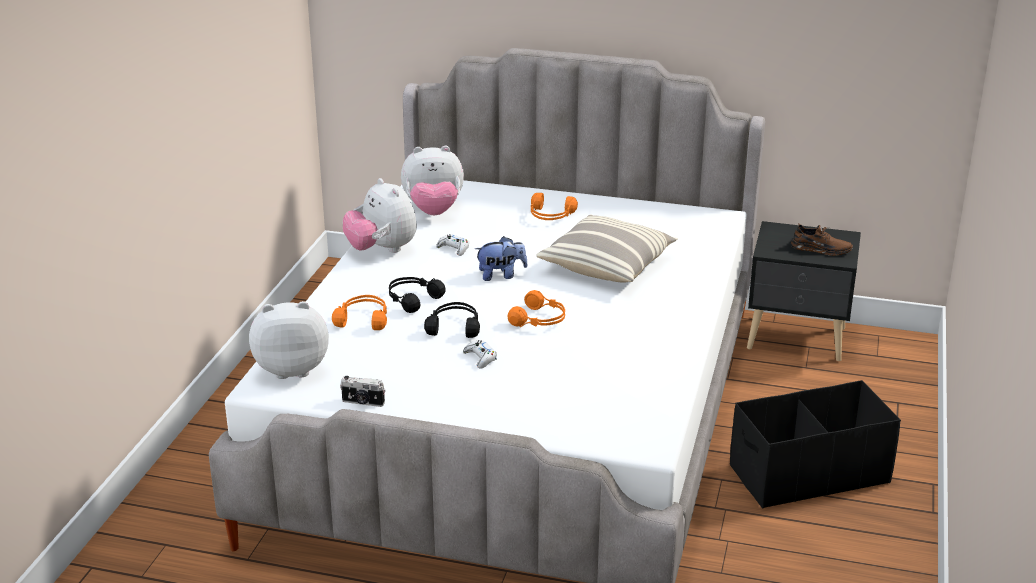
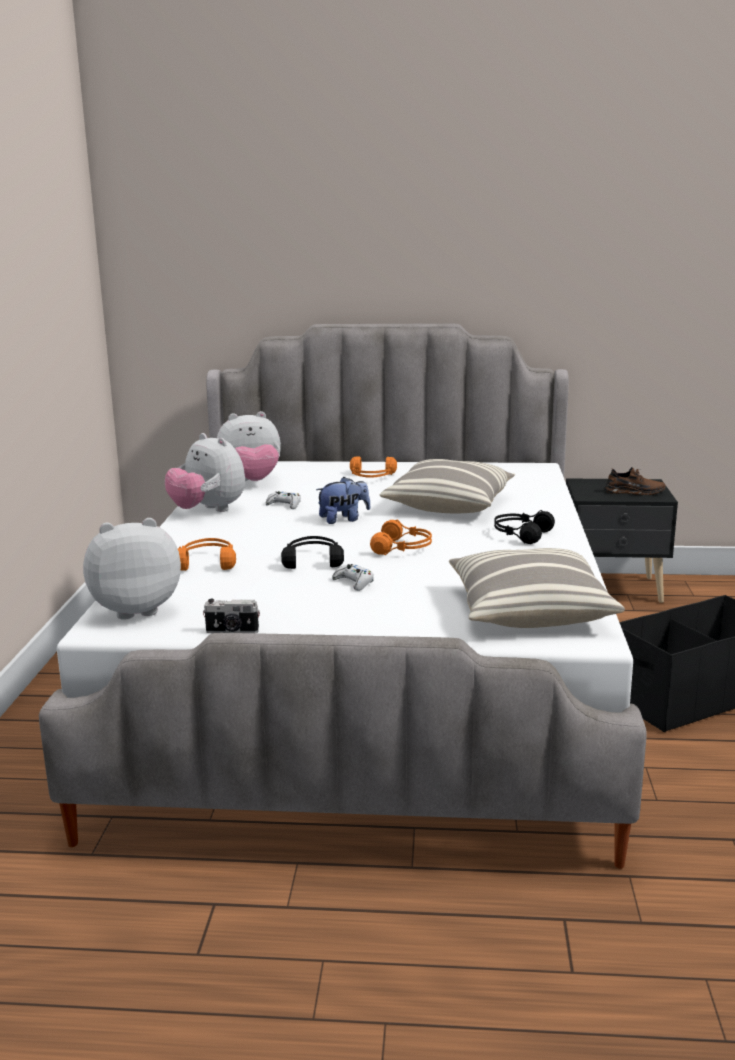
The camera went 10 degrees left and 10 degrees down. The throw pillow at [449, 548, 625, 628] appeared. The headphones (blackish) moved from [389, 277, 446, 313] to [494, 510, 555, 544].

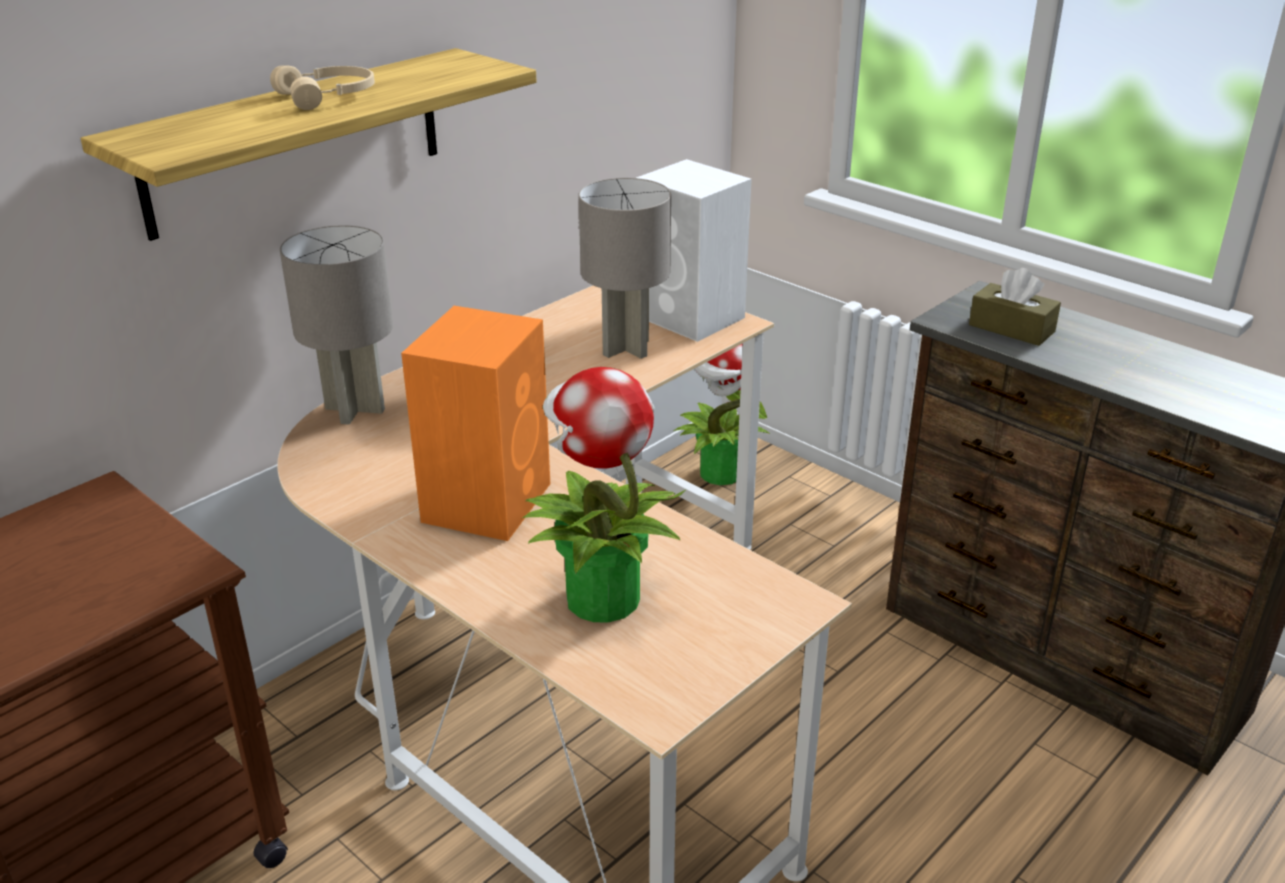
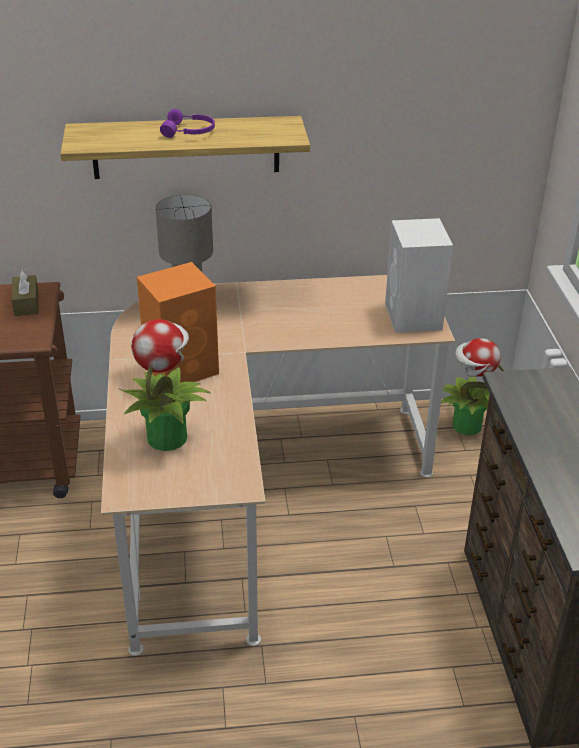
The camera went 40 degrees right and 5 degrees up. The table lamp (gray) at [579, 178, 671, 359] disappeared. The tissue box (brownish) moved from [969, 268, 1061, 346] to [11, 270, 39, 316]. The headphones (sand-coloured) at [270, 65, 375, 110] became the headphones (purplish) at [160, 109, 215, 138].

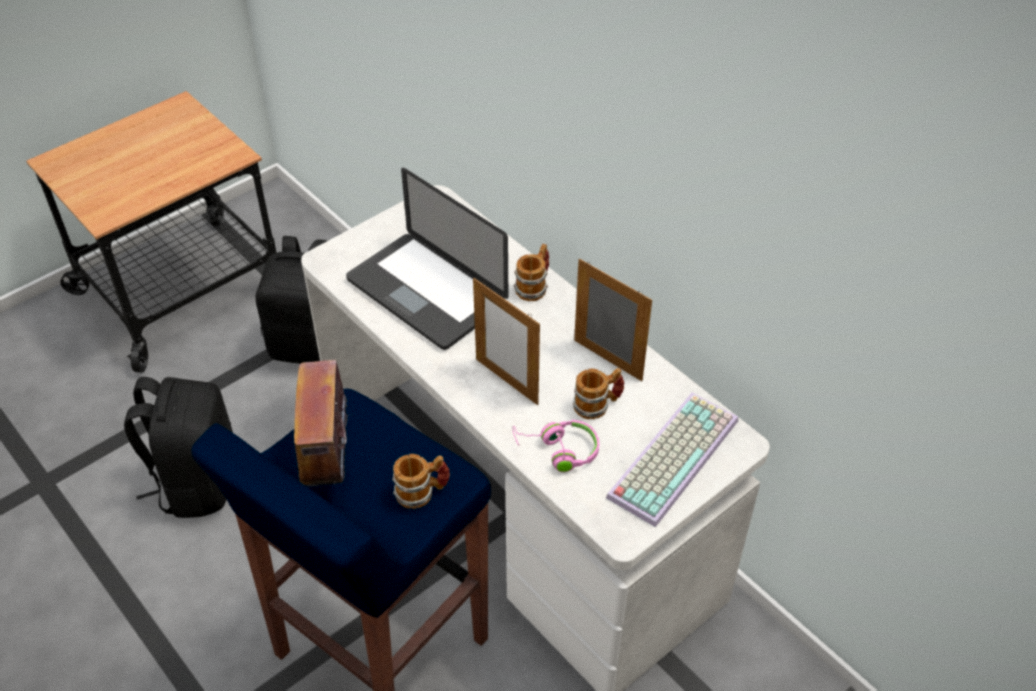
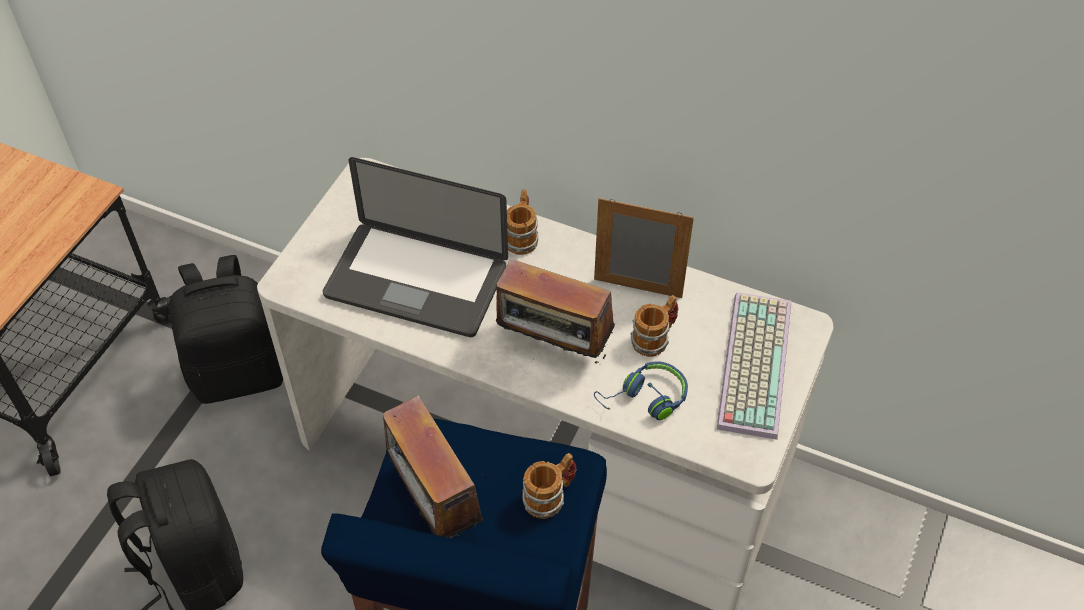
The camera went 25 degrees left and 5 degrees up. The picture frame at [473, 278, 540, 405] was replaced by the radio set at [496, 259, 615, 364]. The headphones (pink-coloured) at [513, 420, 599, 472] became the headphones (blue-coloured) at [594, 362, 688, 420].

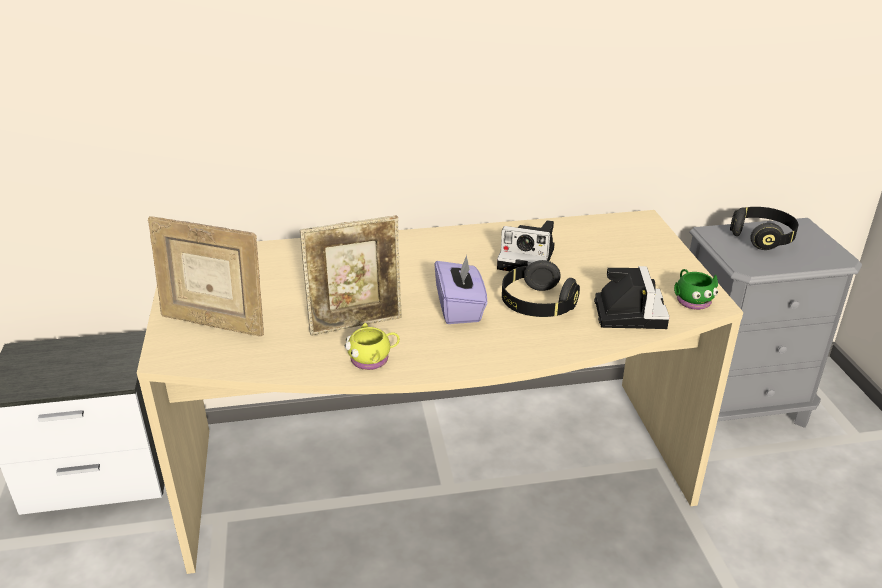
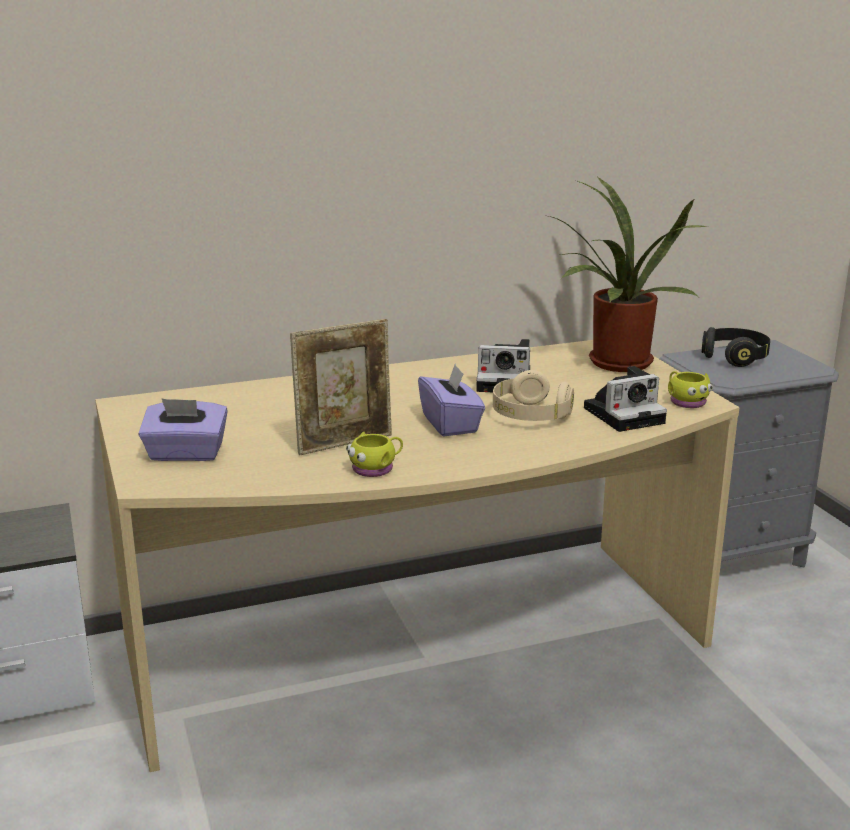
The camera went 10 degrees left and 10 degrees down. The potted plant at [549, 176, 708, 372] appeared. The picture frame at [148, 216, 264, 337] was replaced by the tissue box (purplish) at [139, 398, 228, 461]. The headphones (blackish) at [502, 260, 580, 317] became the headphones (sand-coloured) at [493, 370, 574, 421]. The tea mug (greenish) at [674, 269, 719, 310] became the tea mug (yellowish) at [668, 371, 713, 408]. The photo camera at [594, 266, 669, 329] turned 75 degrees clockwise.

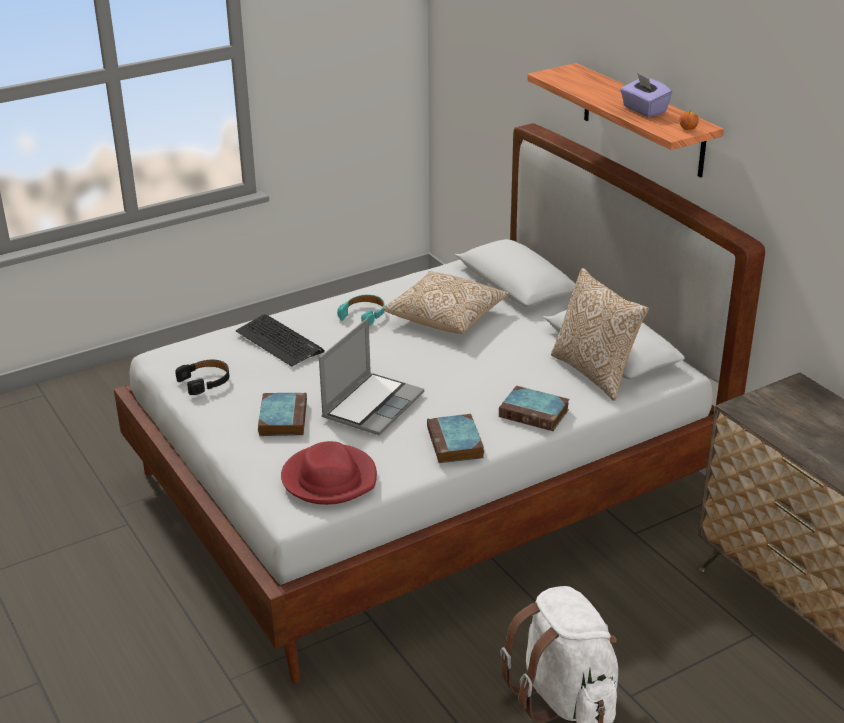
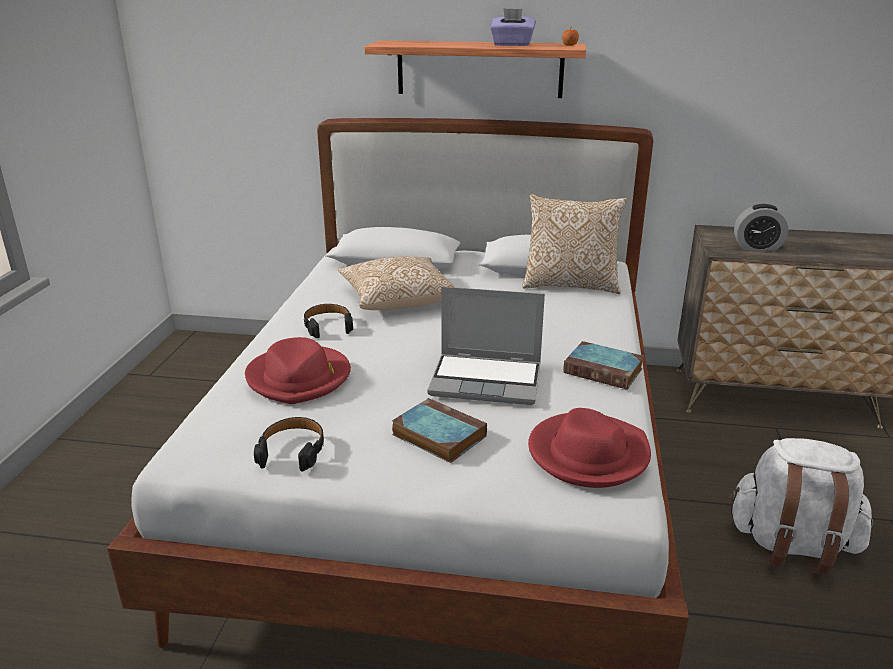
The camera went 50 degrees left and 5 degrees down. The bound book at [499, 386, 570, 431] disappeared. The alarm clock at [734, 204, 788, 251] appeared. The PC keyboard at [236, 314, 325, 367] was replaced by the clothing hat (reddish) at [245, 337, 351, 404]. The headphones (turquoise-coloured) at [337, 295, 385, 326] became the headphones (blackish) at [304, 304, 353, 338]. The laptop at [319, 318, 424, 435] turned 120 degrees clockwise.

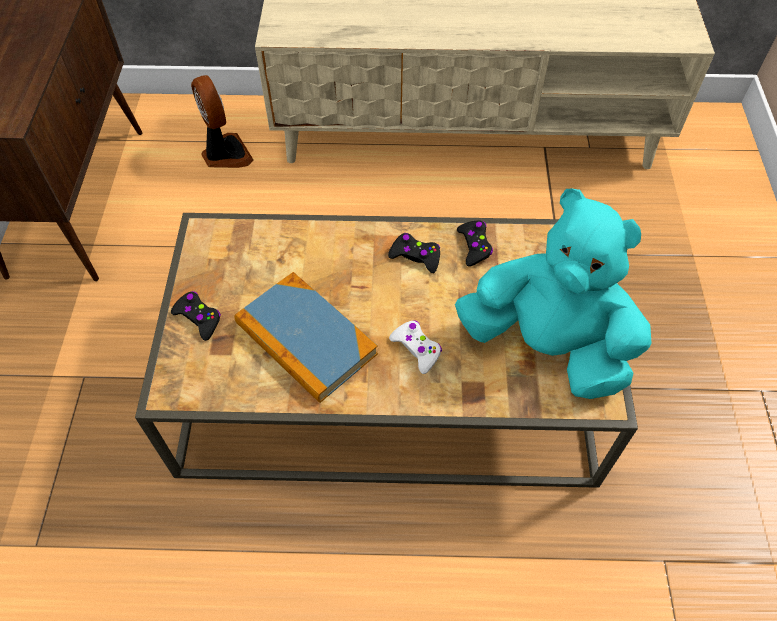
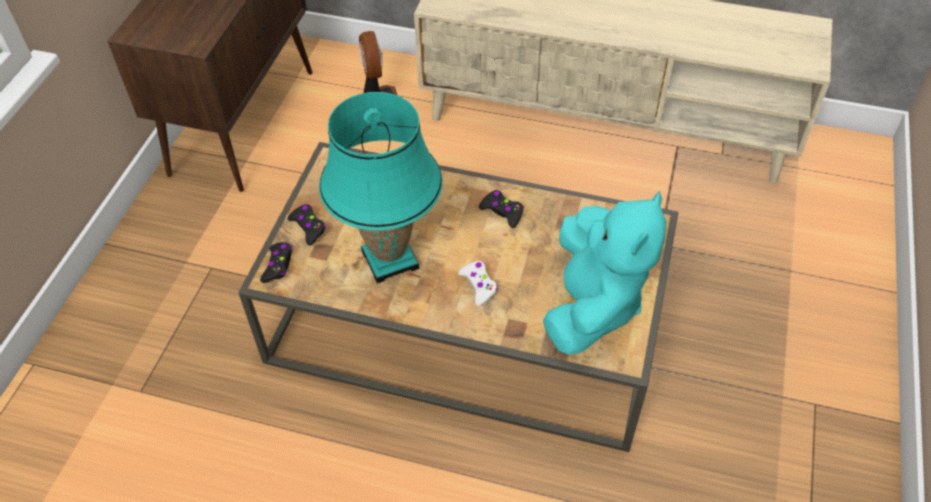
The camera went 15 degrees right and 5 degrees down. The game controller (blackish) moved from [457, 221, 493, 267] to [260, 242, 293, 283]. The bound book at [234, 272, 378, 403] was replaced by the table lamp (turquoise-coloured) at [319, 92, 443, 284]. The cuddly toy (turquoise-coloured) at [455, 189, 652, 399] turned 60 degrees clockwise.

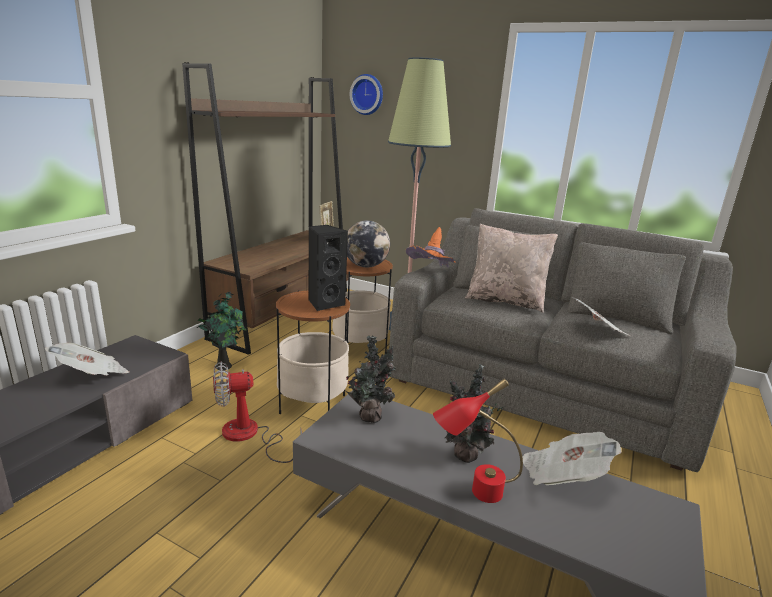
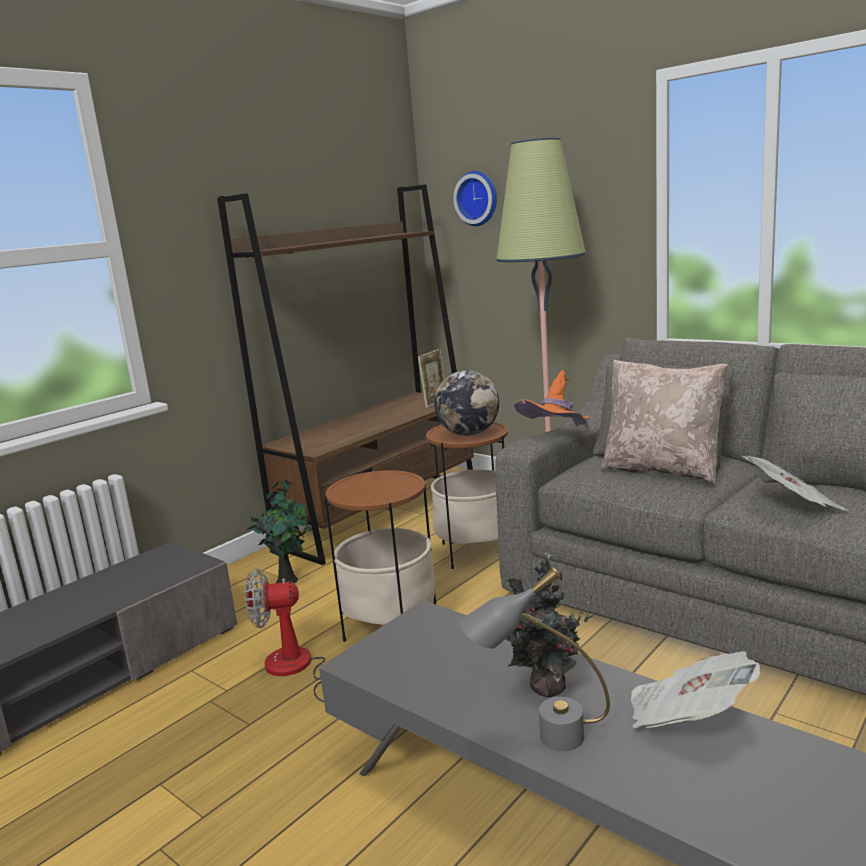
The camera went 15 degrees right and 5 degrees down. The newspaper at [45, 343, 129, 375] disappeared. The loudspeaker (blackish) at [308, 225, 348, 311] disappeared. The potted plant at [344, 336, 396, 423] disappeared. The table lamp (reddish) at [433, 378, 523, 503] became the table lamp (gray) at [460, 568, 610, 751].

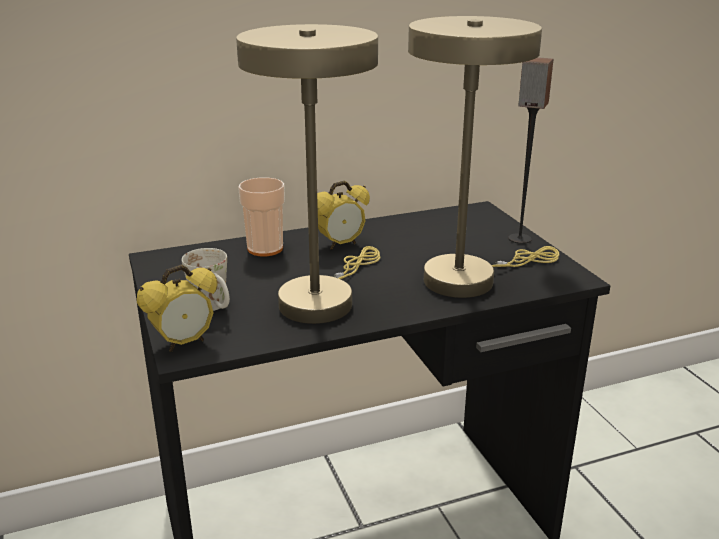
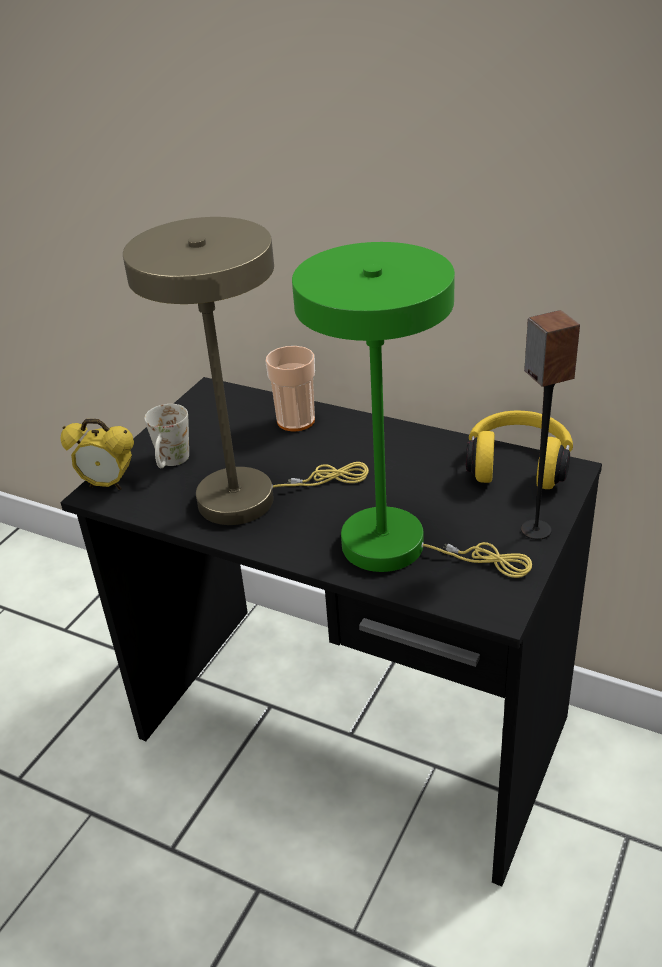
The camera went 50 degrees right and 10 degrees up. The alarm clock at [317, 181, 370, 250] disappeared. The headphones (yellowish) at [466, 410, 573, 489] appeared. The table lamp (sand-coloured) at [408, 16, 559, 298] became the table lamp (greenish) at [292, 242, 532, 578].

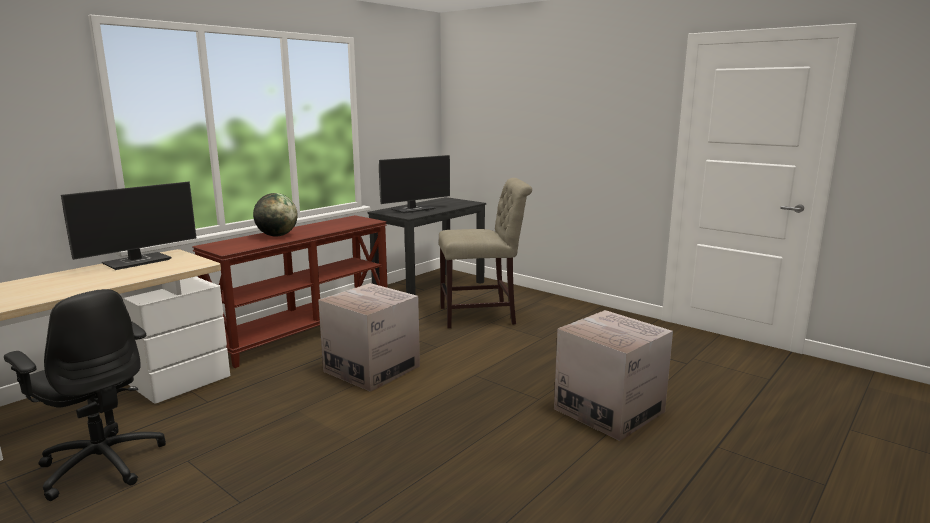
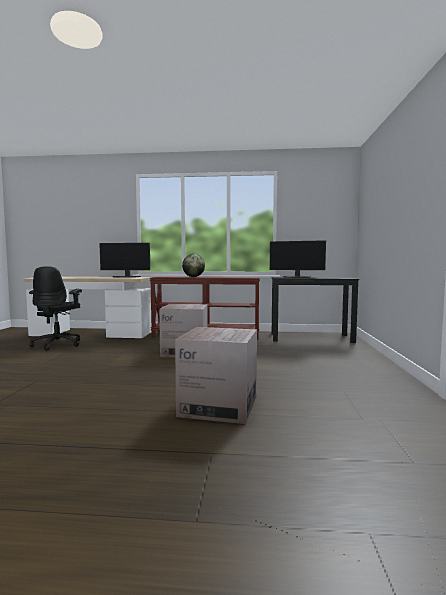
The camera went 55 degrees right and 10 degrees down. The upright chair (sand-coloured) at [439, 178, 532, 328] disappeared.

